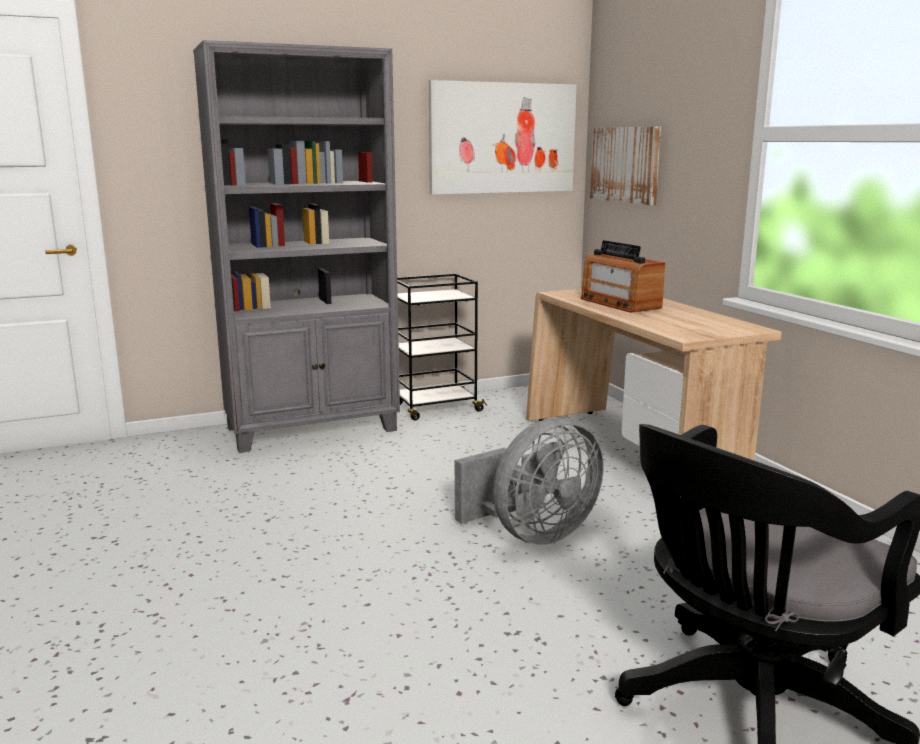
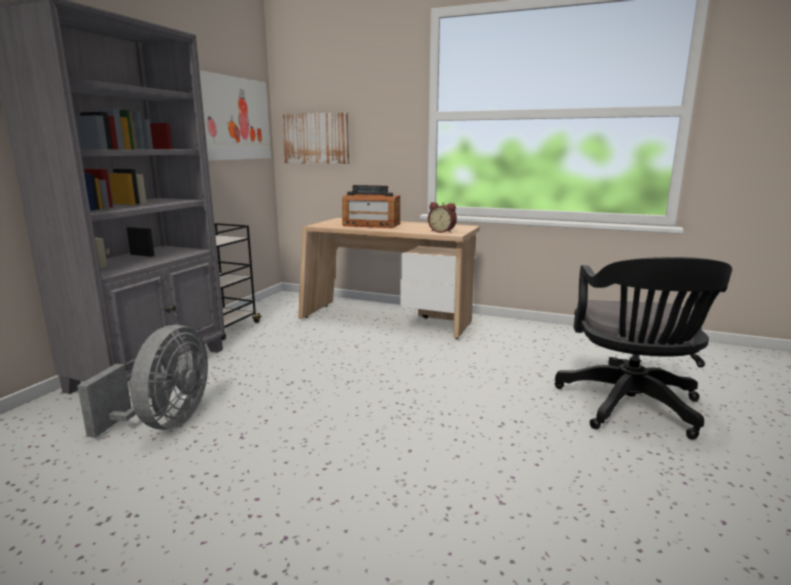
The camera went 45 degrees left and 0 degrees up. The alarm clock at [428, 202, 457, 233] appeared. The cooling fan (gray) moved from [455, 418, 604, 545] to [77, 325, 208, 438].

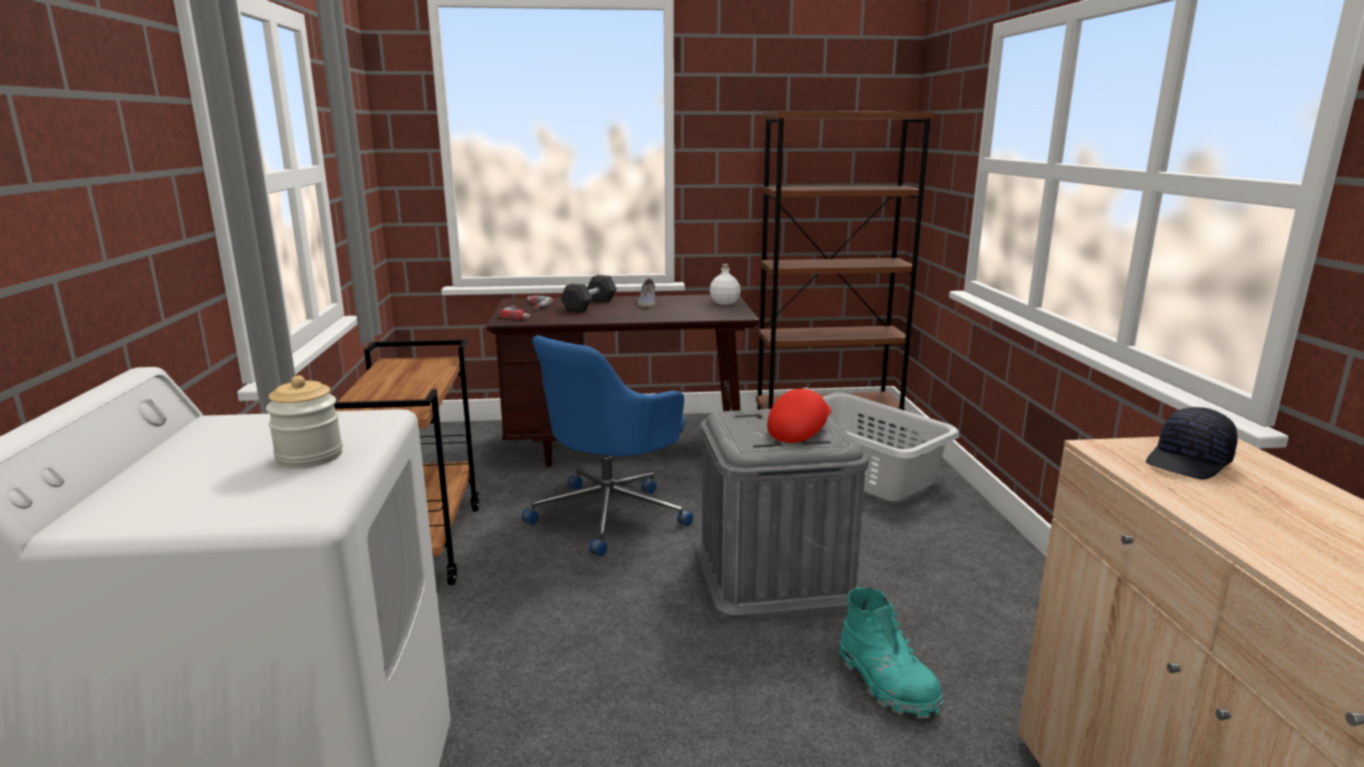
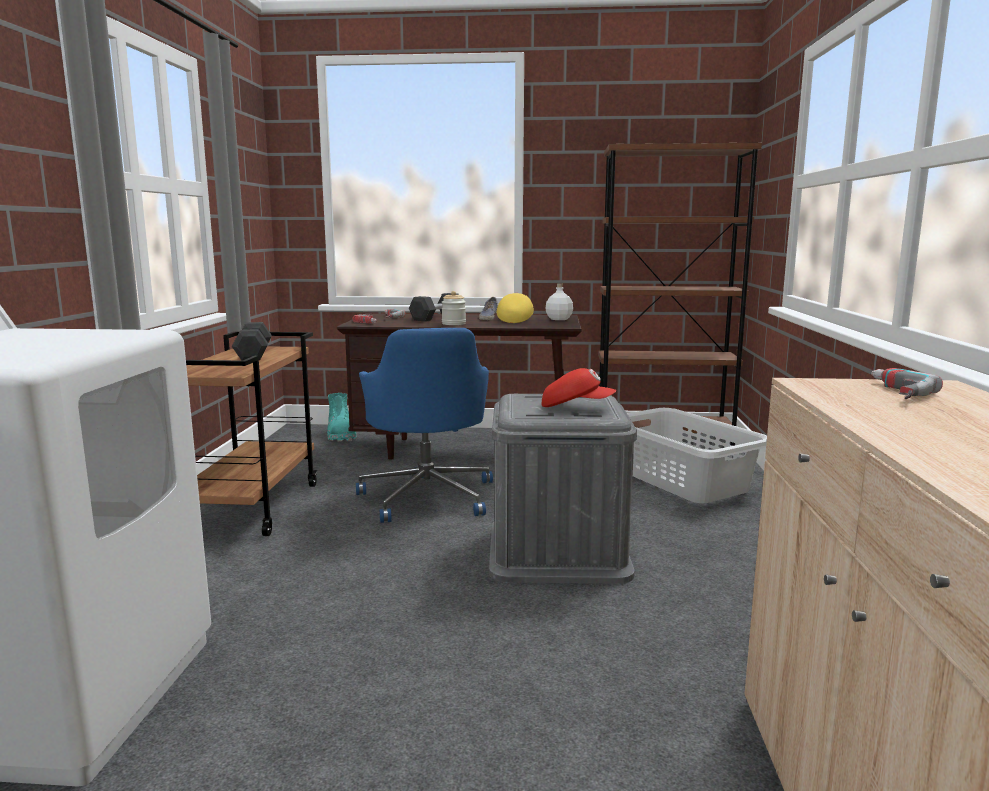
The camera went 10 degrees right and 5 degrees down. The free weight (blackish) at [232, 322, 272, 361] appeared. The cap (yellowish) at [497, 293, 534, 323] appeared. The jar moved from [266, 375, 343, 468] to [442, 291, 466, 325]. The boot (turquoise-coloured) moved from [838, 587, 943, 718] to [327, 393, 357, 442]. The cap (blackish) at [1146, 407, 1238, 480] was replaced by the electric drill at [871, 368, 943, 399]. The desk chair (blue-coloured) at [522, 335, 693, 556] turned 60 degrees counterclockwise. The cap (reddish) at [767, 388, 831, 443] turned 60 degrees clockwise.

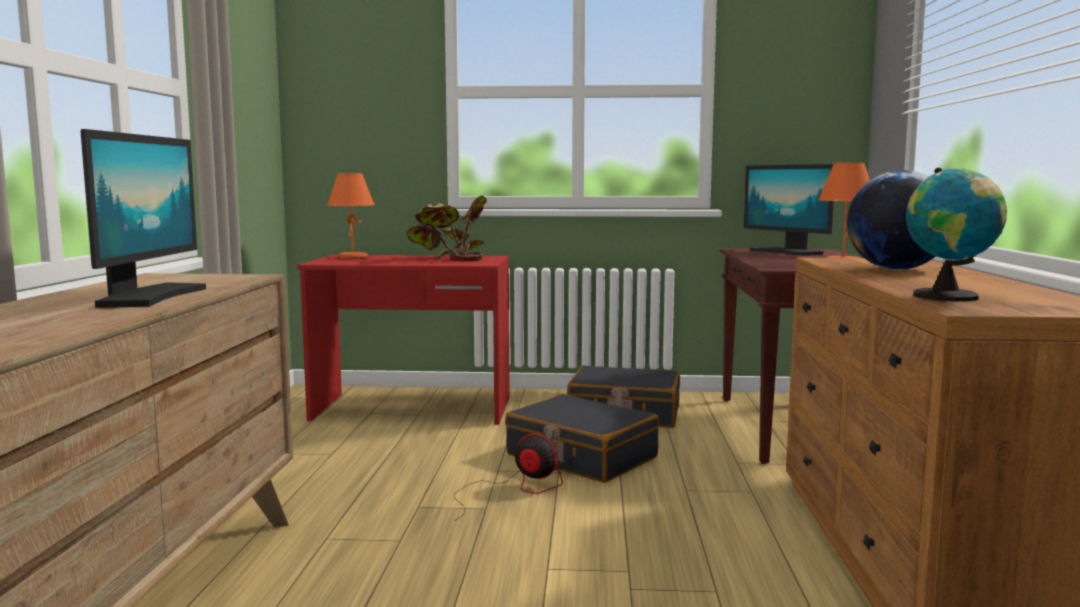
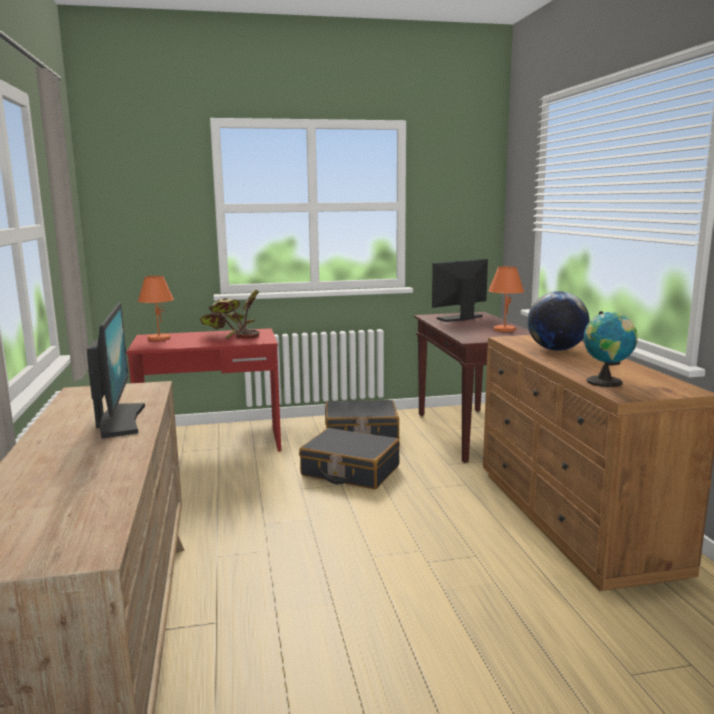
The camera went 15 degrees left and 5 degrees up. The cooling fan at [454, 434, 563, 521] disappeared. The computer screen at [744, 164, 834, 256] turned 105 degrees clockwise.

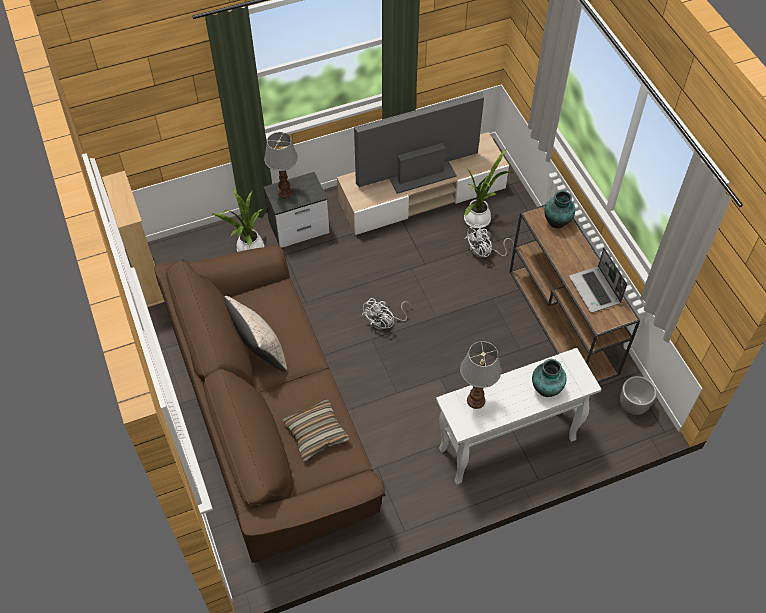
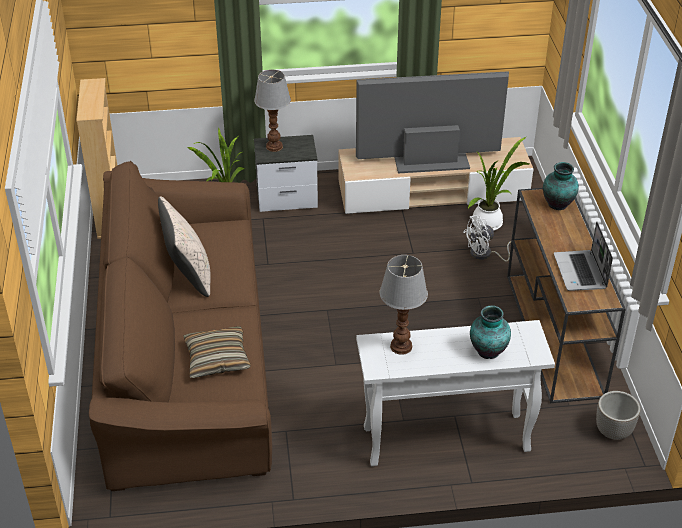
The camera went 15 degrees right and 15 degrees down. The cooling fan (white-coloured) at [362, 298, 412, 331] disappeared.

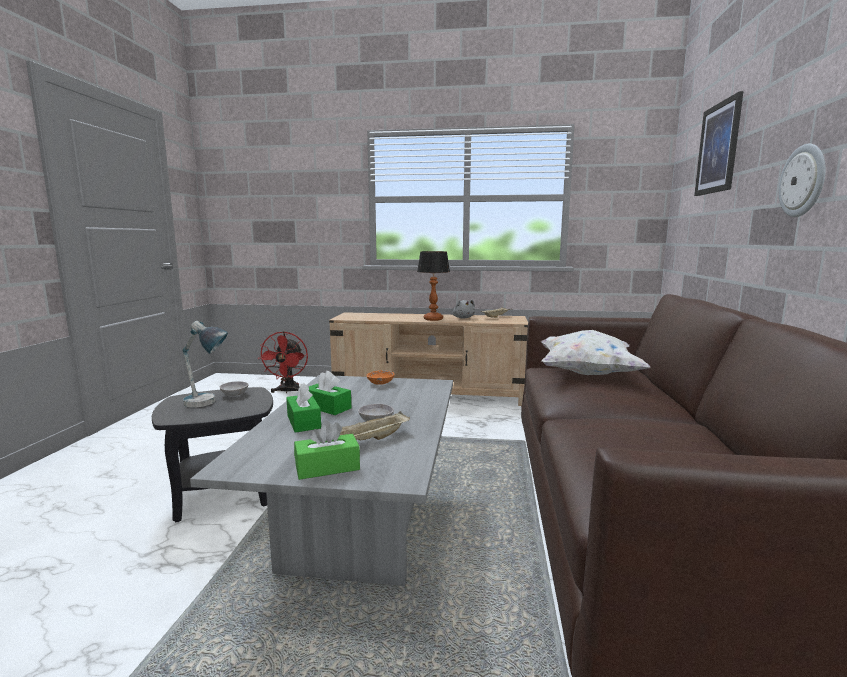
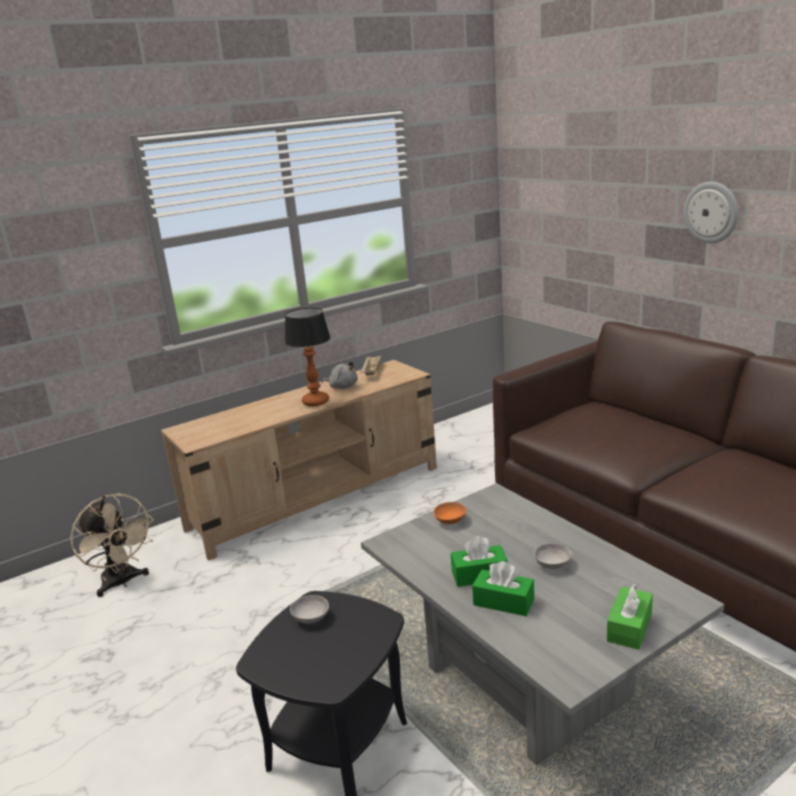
The camera went 40 degrees left and 10 degrees up. The table lamp at [183, 321, 228, 408] disappeared. The carrying tray (sand-coloured) at [340, 411, 410, 440] disappeared. The throw pillow (white-coloured) at [541, 330, 650, 375] disappeared. The wall picture at [694, 91, 743, 196] disappeared. The cooling fan (reddish) at [258, 331, 308, 393] became the cooling fan (sand-coloured) at [70, 493, 154, 597].

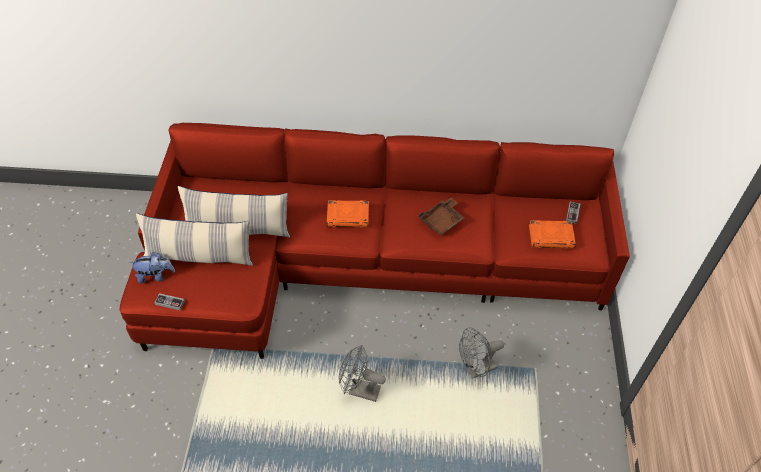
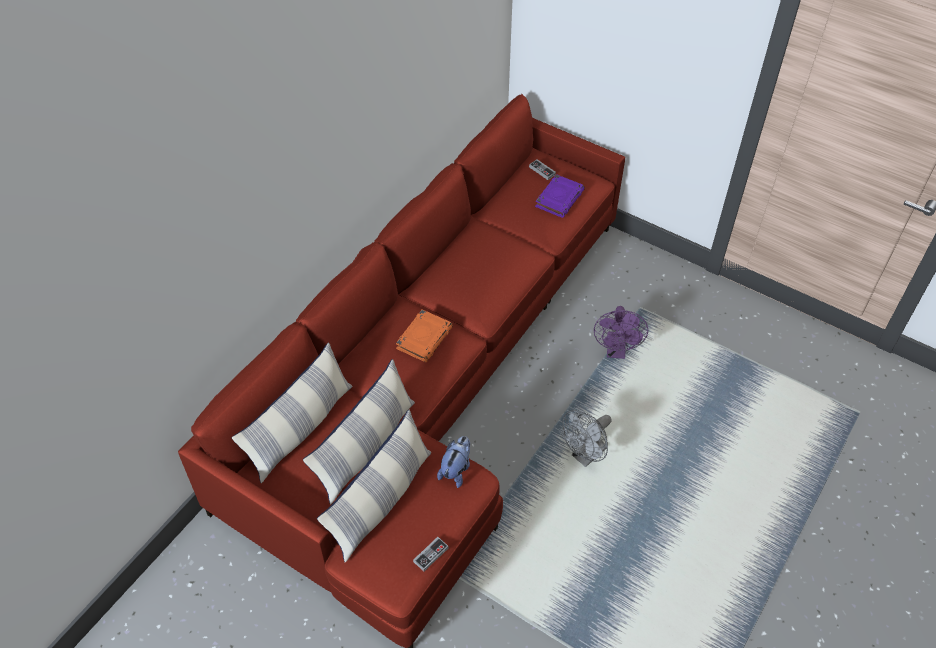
The camera went 60 degrees left and 0 degrees up. The carrying tray (brownish) at [419, 198, 465, 235] disappeared. The throw pillow at [232, 342, 352, 483] appeared. The cuddly toy moved from [129, 252, 175, 284] to [437, 436, 470, 488]. The cooling fan (gray) at [459, 327, 504, 378] became the cooling fan (purplish) at [594, 306, 648, 359]. The bound book (orange-coloured) at [529, 220, 576, 249] became the bound book (purplish) at [535, 174, 585, 218].

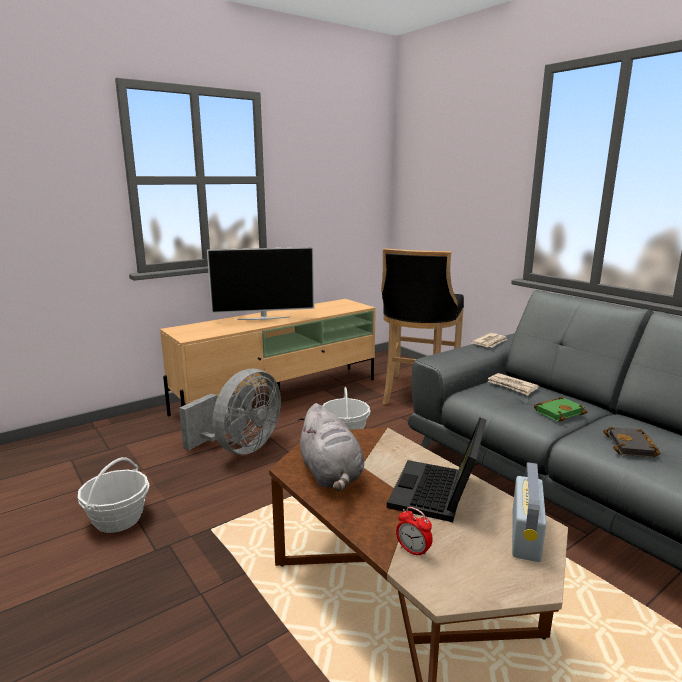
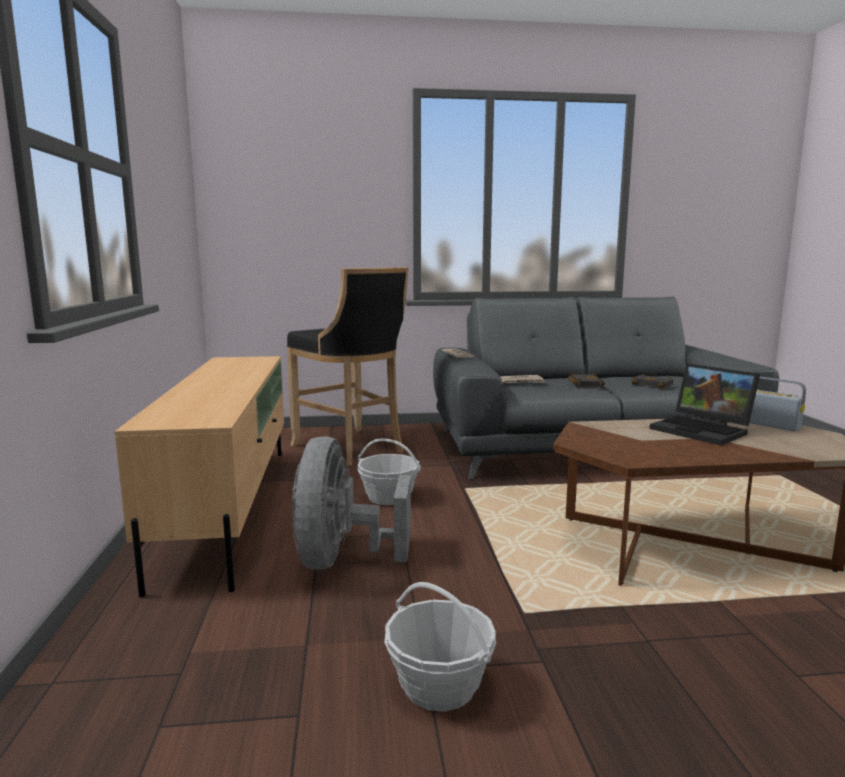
The camera went 60 degrees left and 5 degrees down. The television at [207, 247, 314, 320] disappeared. The cuddly toy (gray) at [297, 403, 364, 491] disappeared. The alarm clock at [396, 507, 433, 558] disappeared. The bound book (greenish) at [534, 397, 587, 422] became the bound book (blackish) at [568, 373, 605, 387]. The cooling fan (gray) at [179, 369, 281, 454] turned 150 degrees counterclockwise.

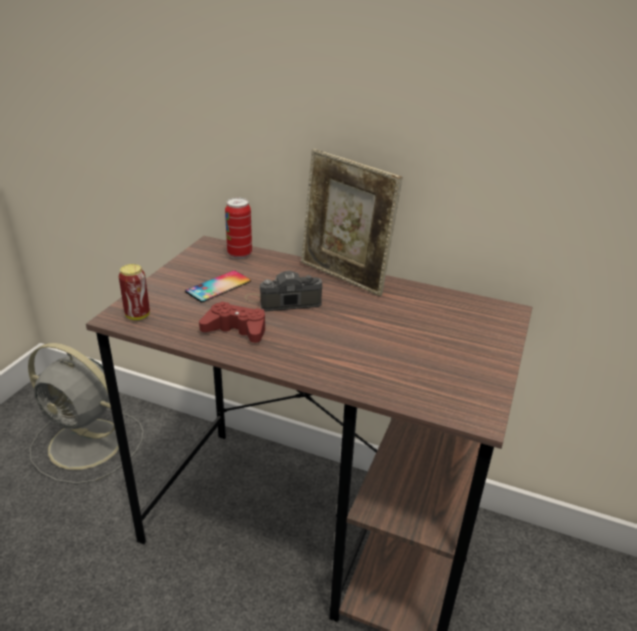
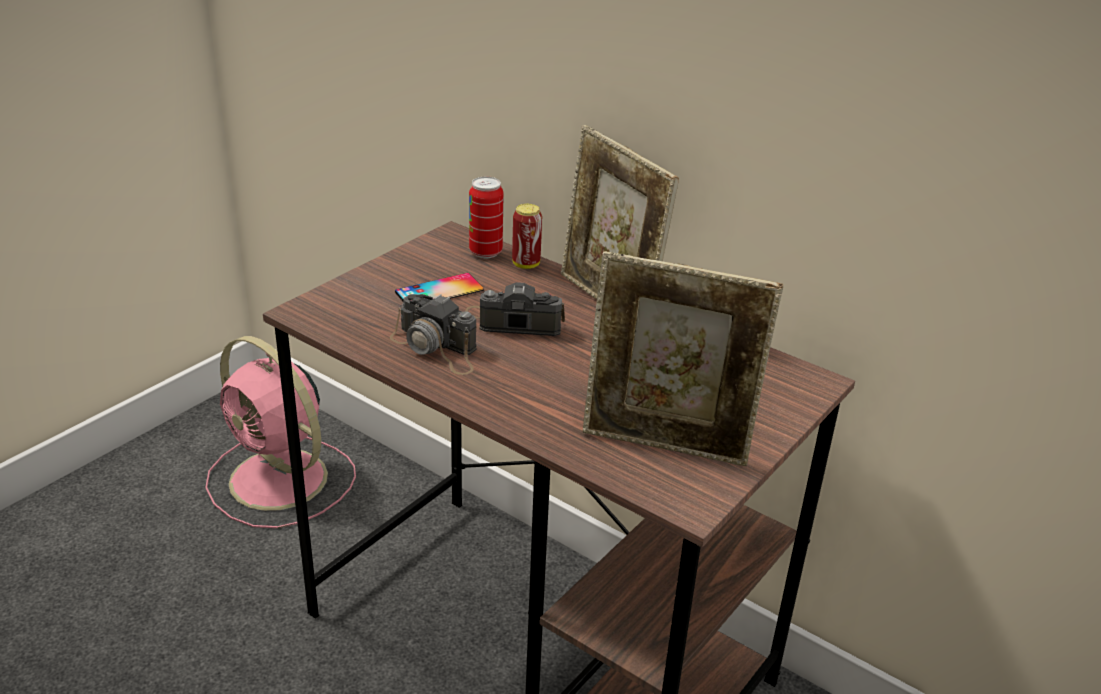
The camera went 15 degrees right and 0 degrees up. The picture frame at [583, 251, 783, 466] appeared. The metal can moved from [119, 264, 150, 320] to [512, 204, 542, 269]. The game controller (reddish) at [199, 302, 265, 343] was replaced by the photo camera at [390, 294, 477, 375]. The cooling fan (gray) at [28, 343, 144, 484] became the cooling fan (pink-coloured) at [205, 336, 356, 528].

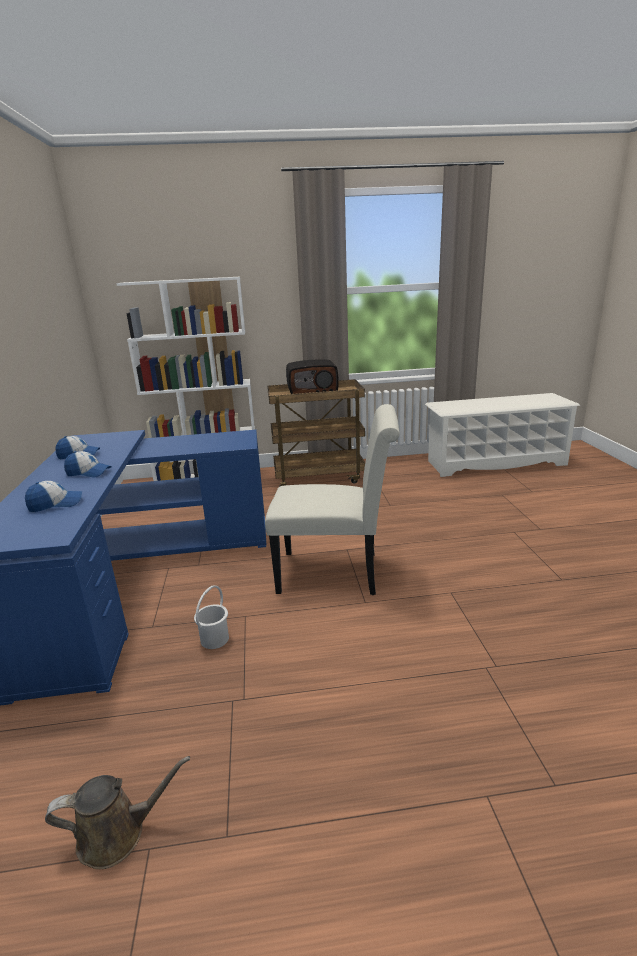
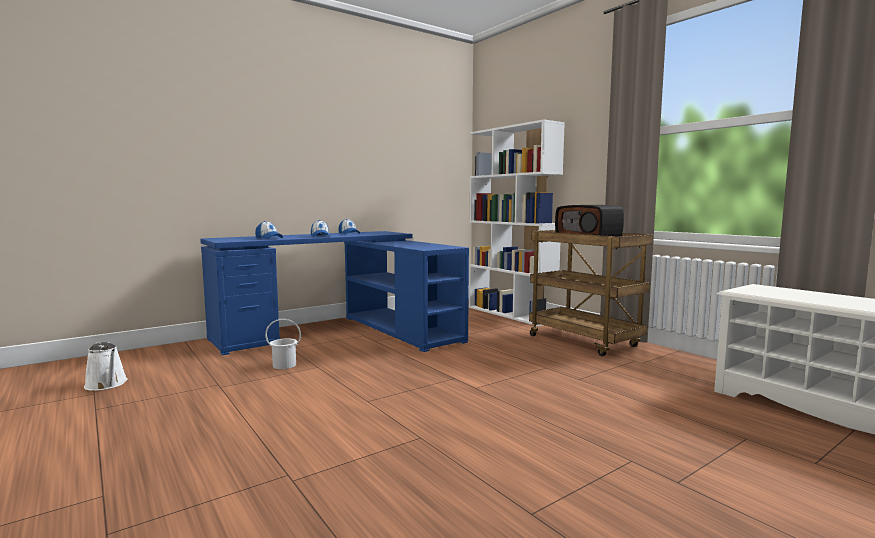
The camera went 60 degrees right and 15 degrees down. The upright chair (white-coloured) at [265, 404, 400, 595] disappeared. The watering pot (brownish) at [45, 756, 190, 869] became the watering pot (white-coloured) at [84, 342, 127, 391].

